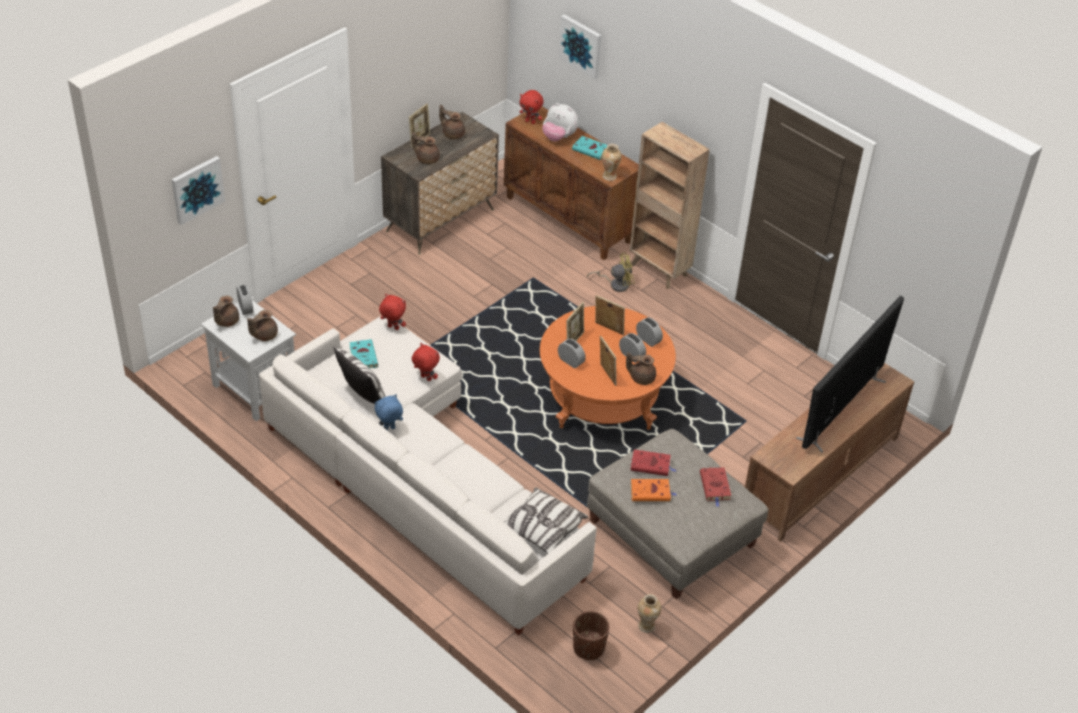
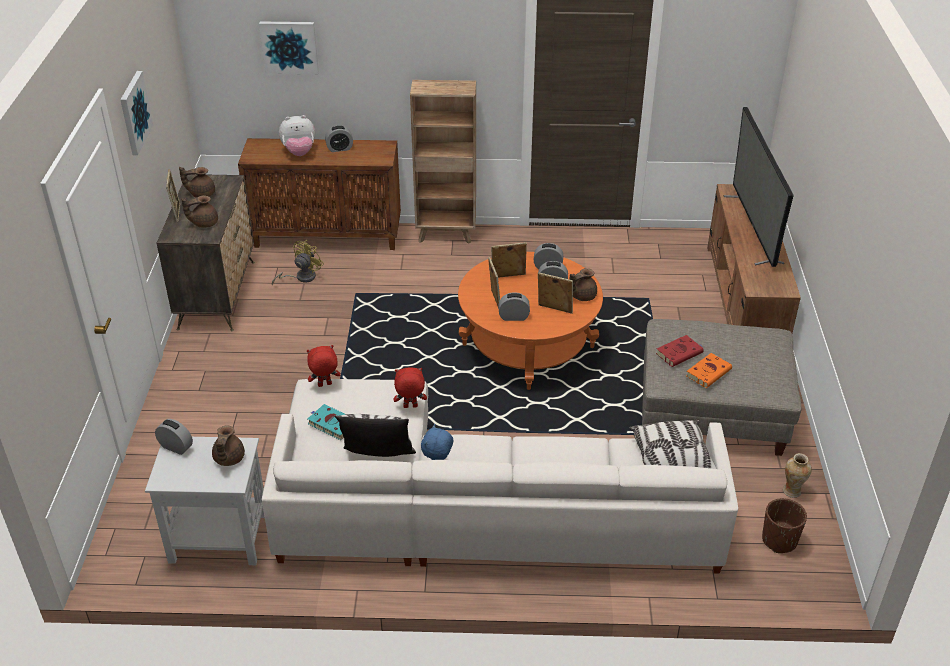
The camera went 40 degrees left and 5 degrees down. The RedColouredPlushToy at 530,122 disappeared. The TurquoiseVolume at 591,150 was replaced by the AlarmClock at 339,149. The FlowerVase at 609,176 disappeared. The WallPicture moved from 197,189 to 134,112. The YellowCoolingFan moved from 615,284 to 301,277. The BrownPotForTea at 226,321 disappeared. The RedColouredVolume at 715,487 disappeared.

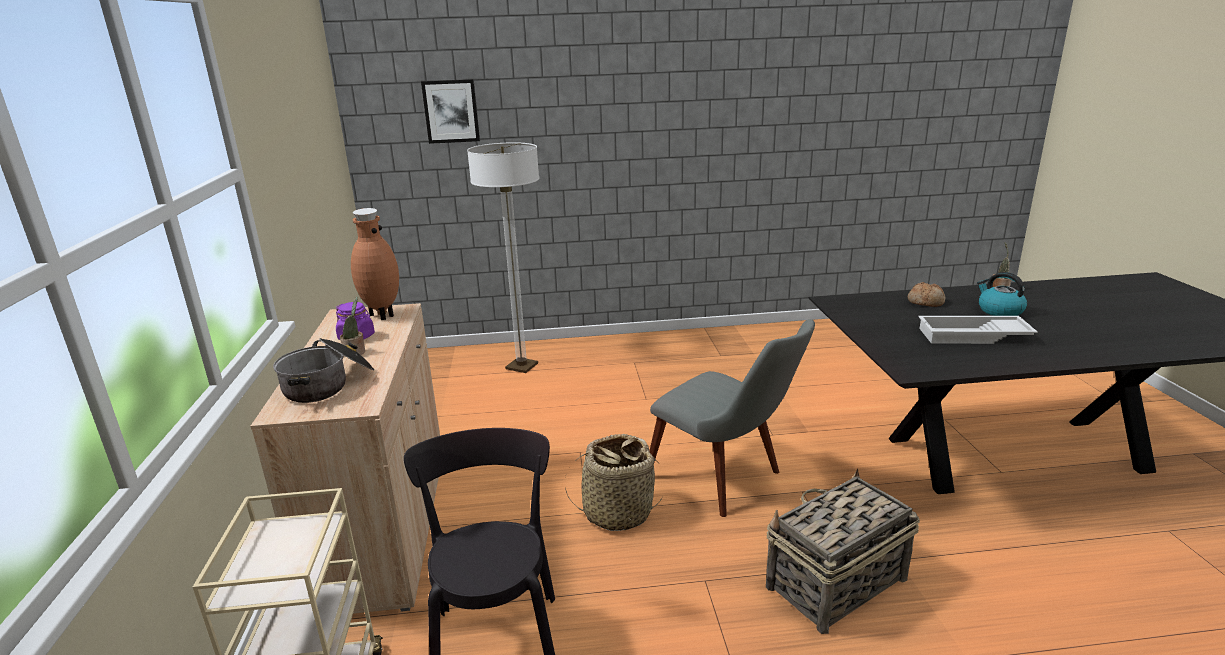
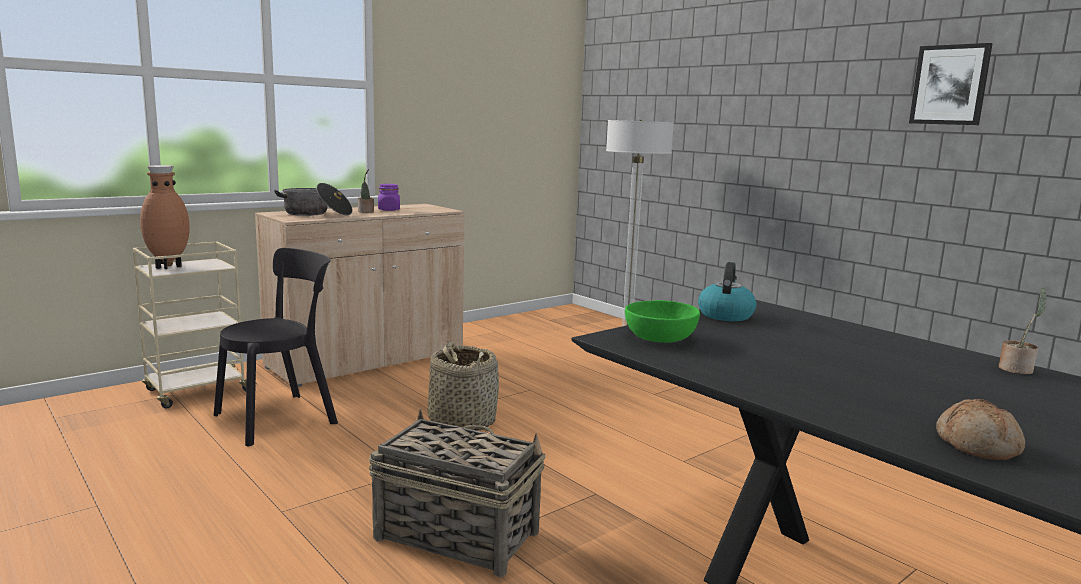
The camera went 55 degrees right and 10 degrees down. The WallPicture moved from 451,111 to 950,85. The BrownFlowerVase moved from 381,315 to 168,266. The Kettle moved from 999,311 to 725,315. The BakeryBread moved from 926,302 to 978,445. The WhiteColouredServingTray at 973,336 disappeared. The GreyishChair at 727,480 disappeared. The GreenColouredDeepDish at 660,337 appeared.

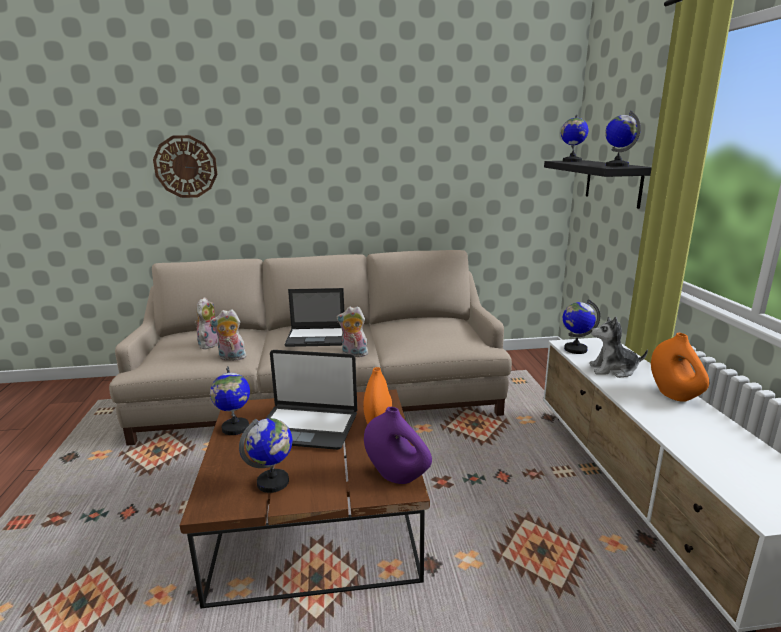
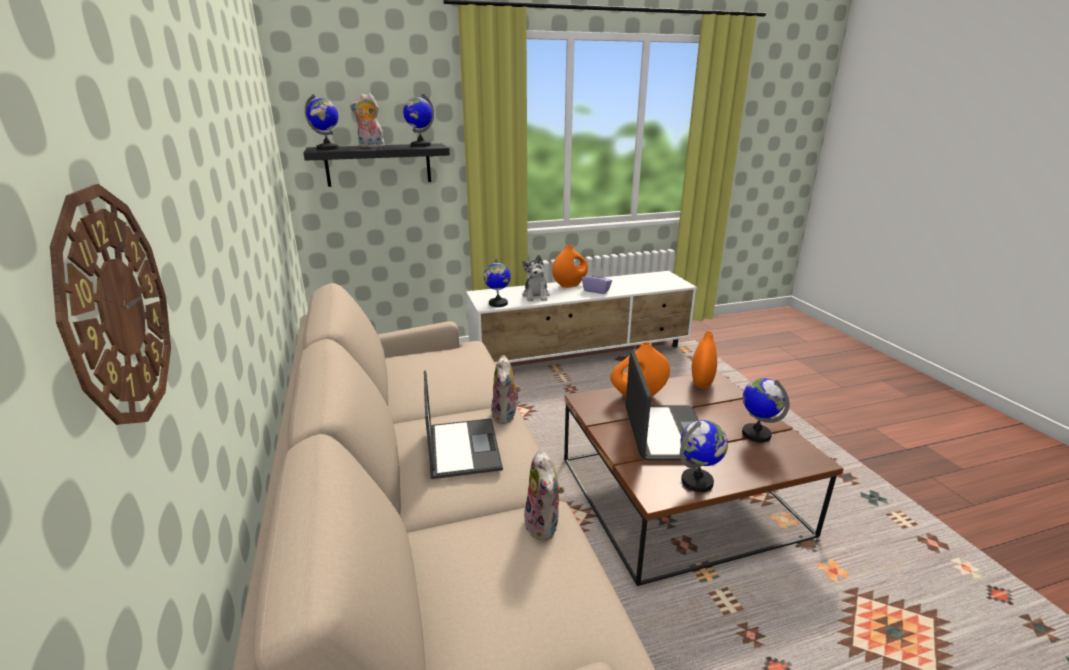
The camera went 100 degrees left and 5 degrees up. The PlushToy moved from 208,344 to 370,147. The PurpleFlowerVase at 397,476 became the OrangeyFlowerVase at 701,382. The PurpleTissueBox at 596,290 appeared.

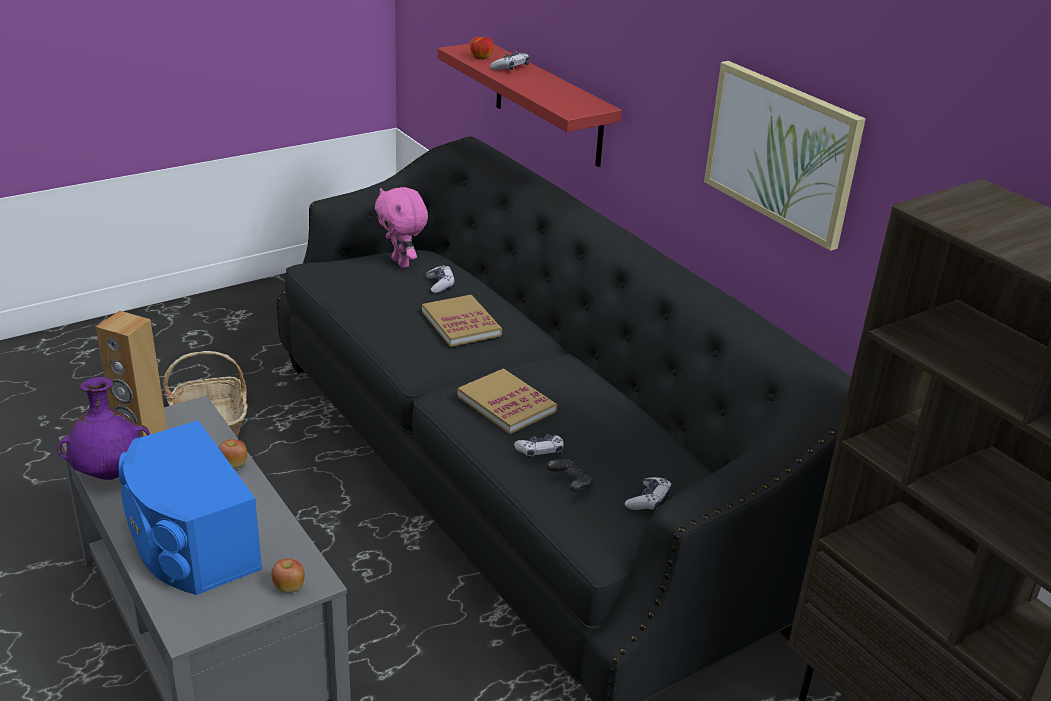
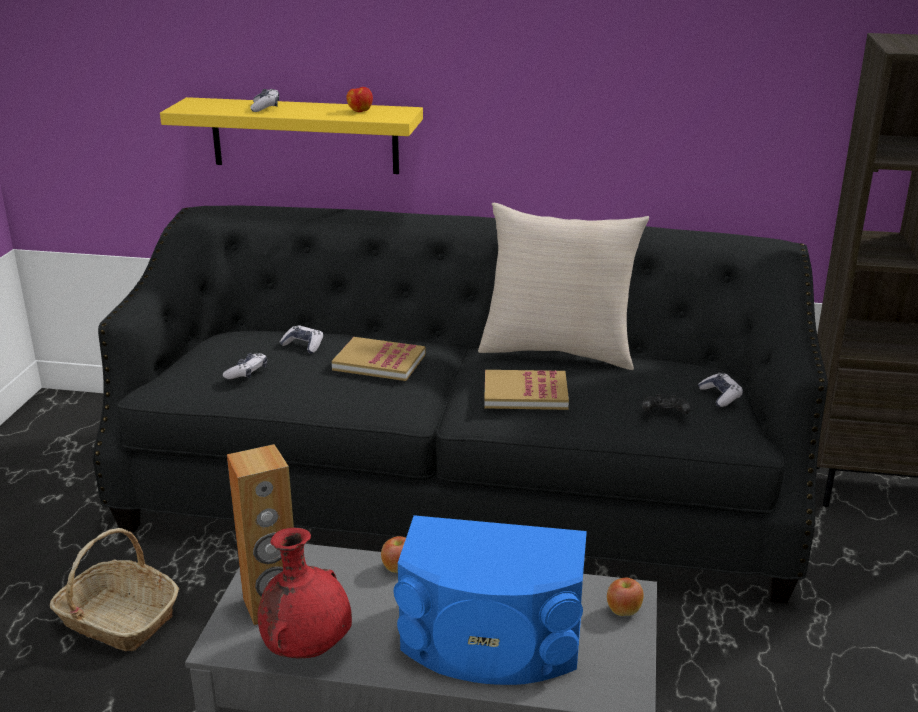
The camera went 45 degrees left and 5 degrees down. The WholeApple moved from 481,58 to 360,111. The RedColouredBracketShelf at 548,104 became the YellowBracketShelf at 304,135. The WallPicture at 781,152 disappeared. The PinkColouredPlushToy at 402,263 disappeared. The PurpleFlowerVase at 111,473 became the RedColouredFlowerVase at 308,649. The GameController moved from 540,452 to 247,373. The SandColouredThrowPillow at 558,351 appeared.

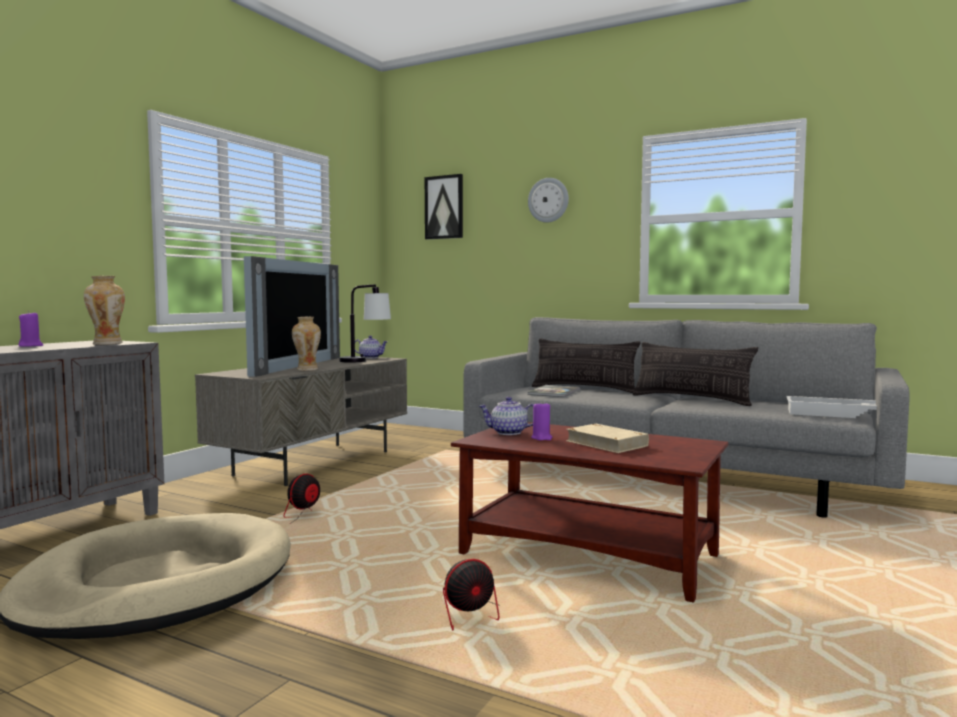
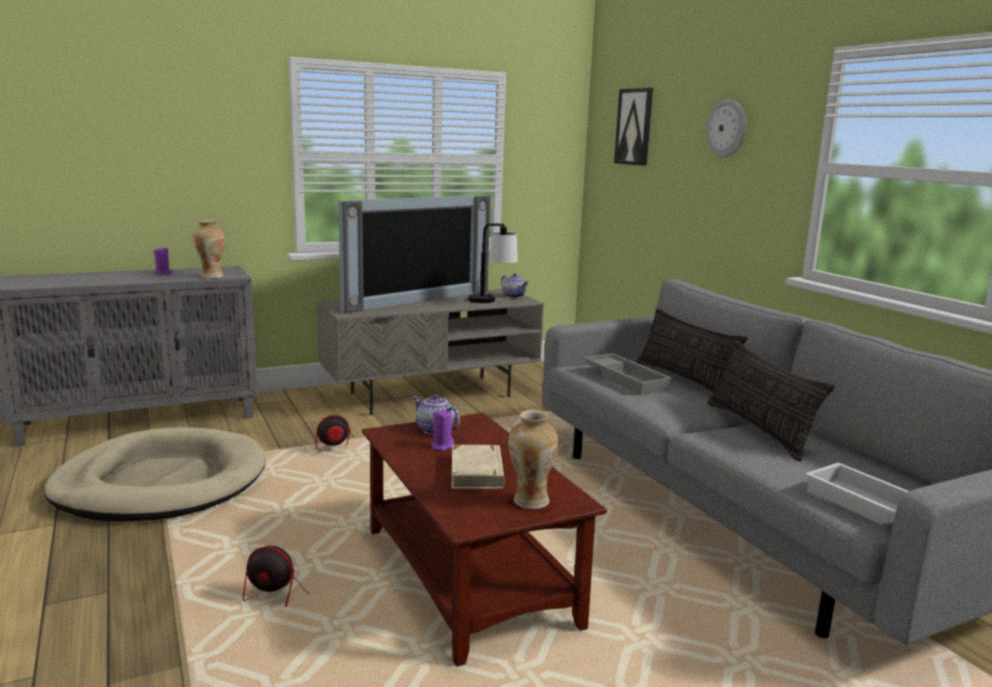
The camera went 35 degrees right and 10 degrees up. The FlowerVase moved from 307,369 to 530,501. The Volume at 554,392 was replaced by the GreyishServingTray at 627,379.

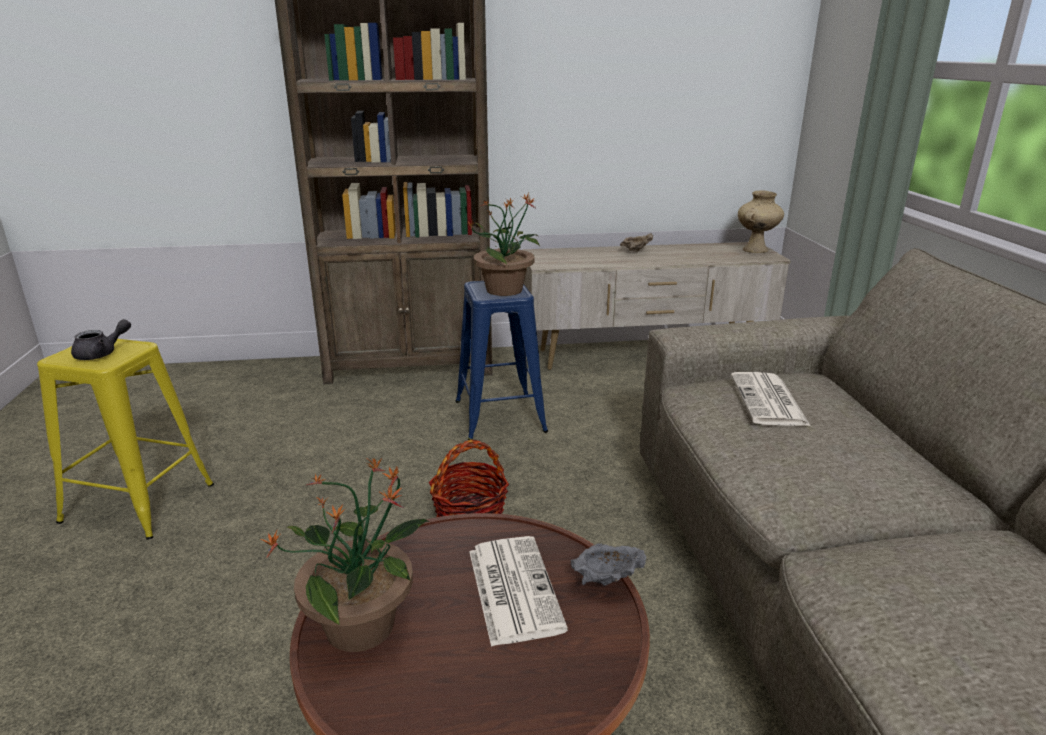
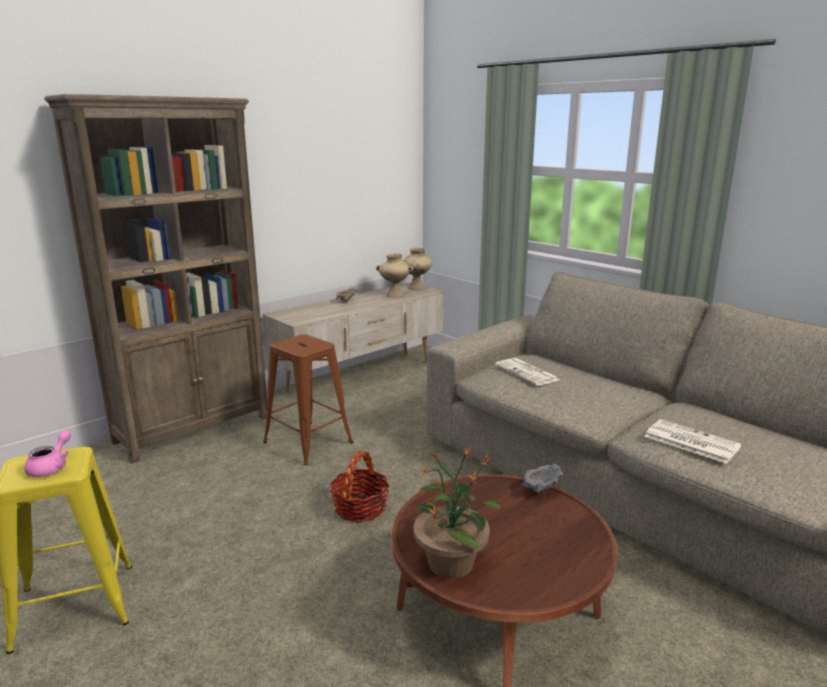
The camera went 35 degrees left and 5 degrees down. The Houseplant at 505,290 disappeared. The BlueSittingStool at 500,416 became the BrownSittingStool at 308,442. The GreyishPotForTea at 102,354 became the PinkColouredPotForTea at 52,467. The Newspaper moved from 513,588 to 690,441. The SandColouredFlowerVase at 394,295 appeared.

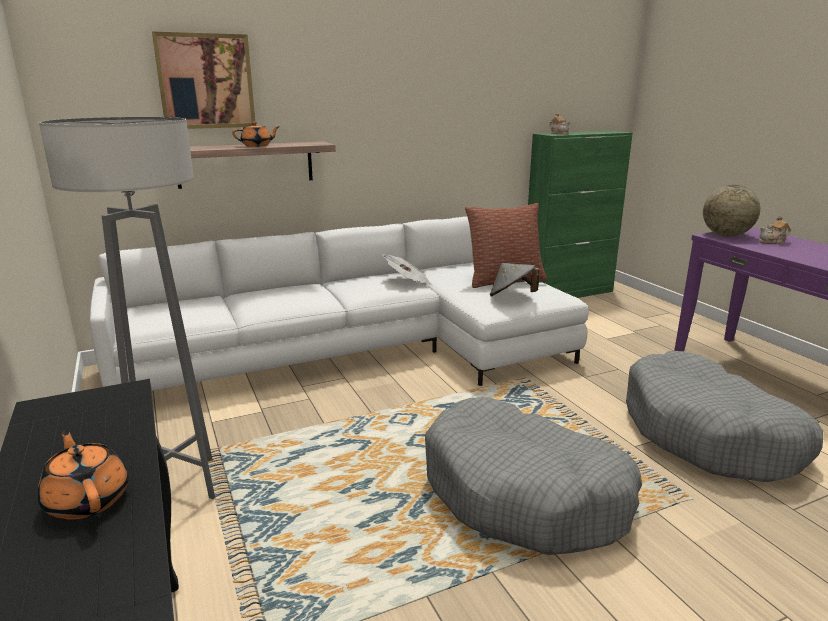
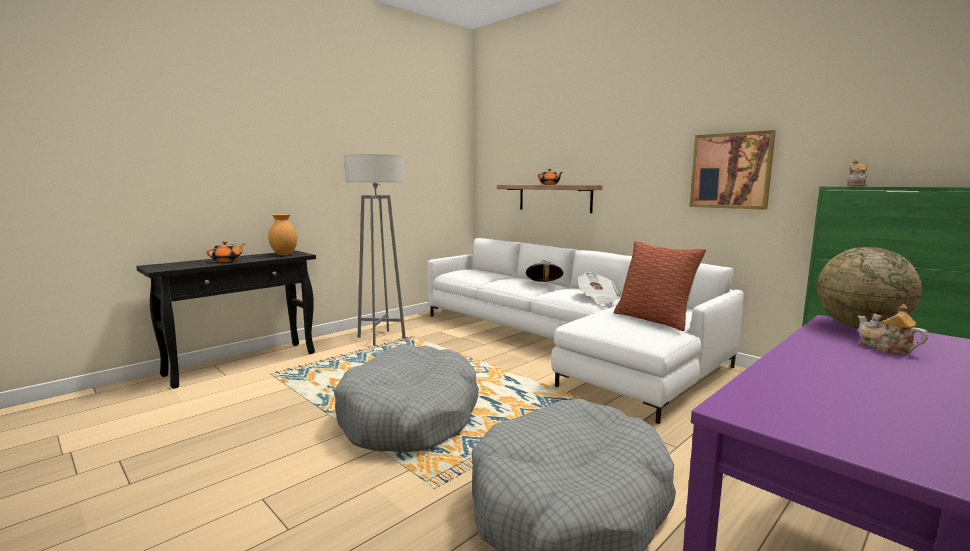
The camera went 70 degrees right and 10 degrees down. The WallPicture moved from 206,81 to 730,171. The GreyishWearableHat moved from 511,296 to 543,284. The BrownFlowerVase at 284,254 appeared.

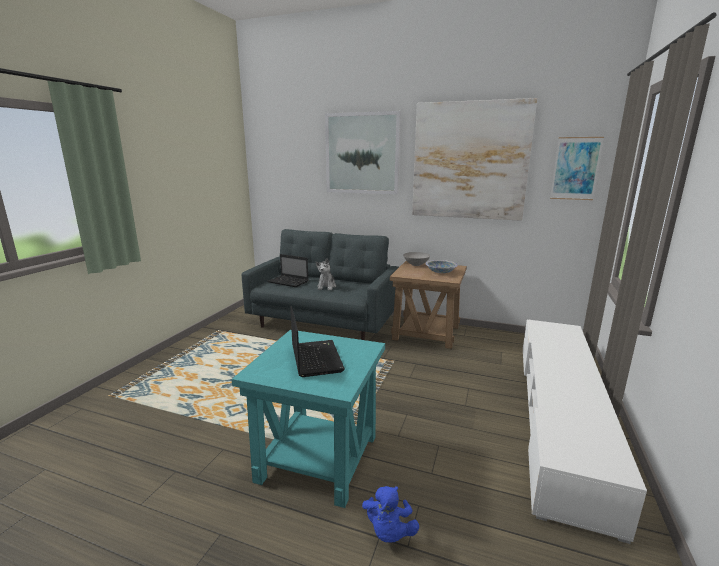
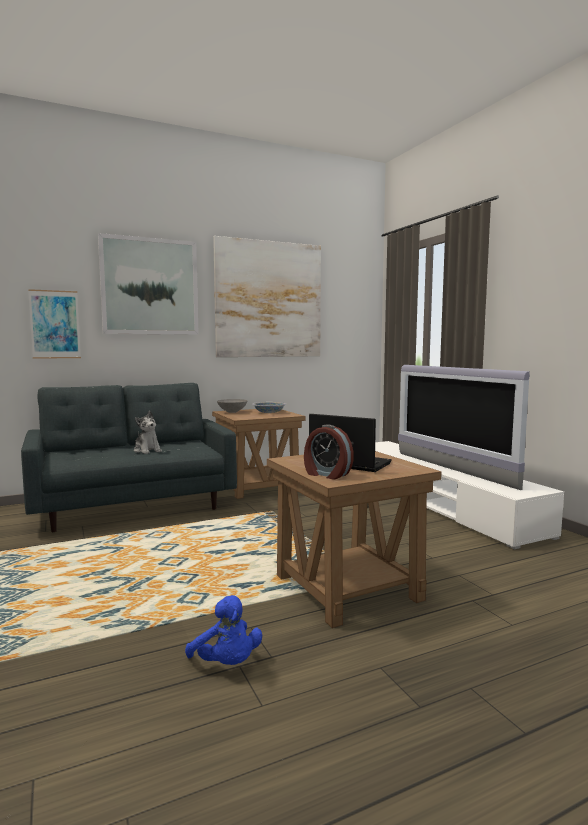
The camera went 45 degrees left and 10 degrees down. The WallPicture moved from 575,168 to 55,324. The NotebookComputer at 289,282 disappeared. The TurquoiseEndTable at 319,459 became the BrownEndTable at 348,588. The BluePlushToy moved from 389,532 to 226,664. The Television at 451,469 appeared. The AlarmClock at 326,474 appeared.

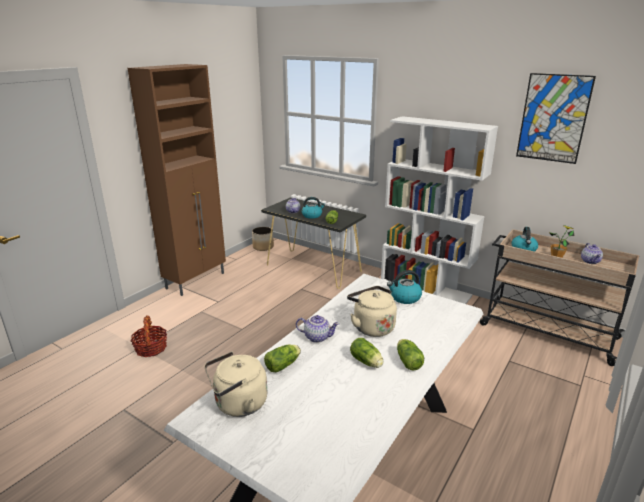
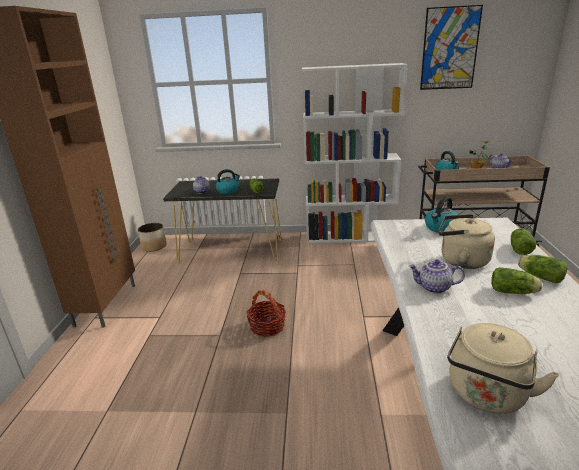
The camera went 30 degrees left and 0 degrees up. The Basket moved from 151,348 to 267,327. The PotForTea at 317,337 turned 150 degrees counterclockwise. The HeadOfLettuce moved from 284,365 to 519,248.

